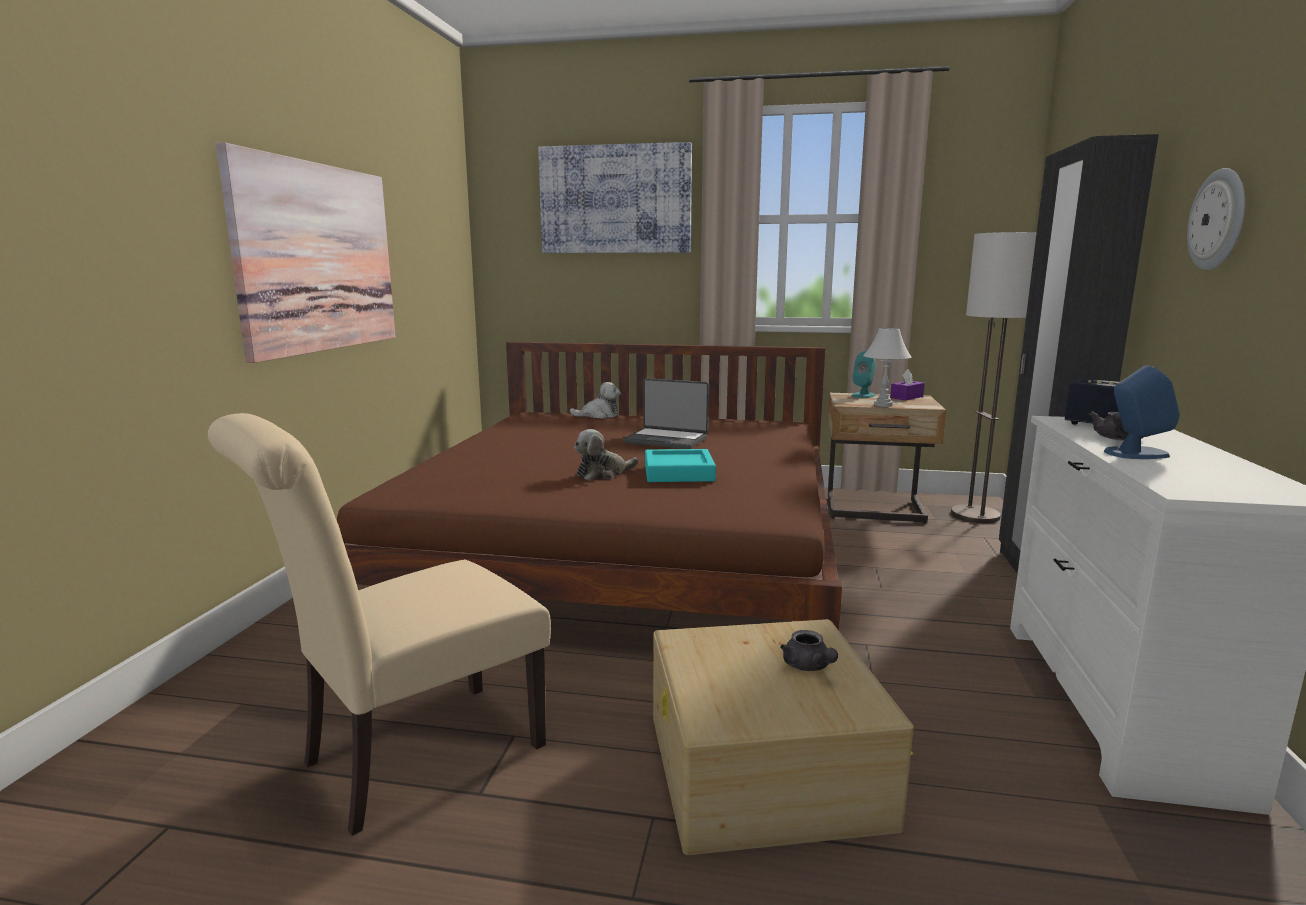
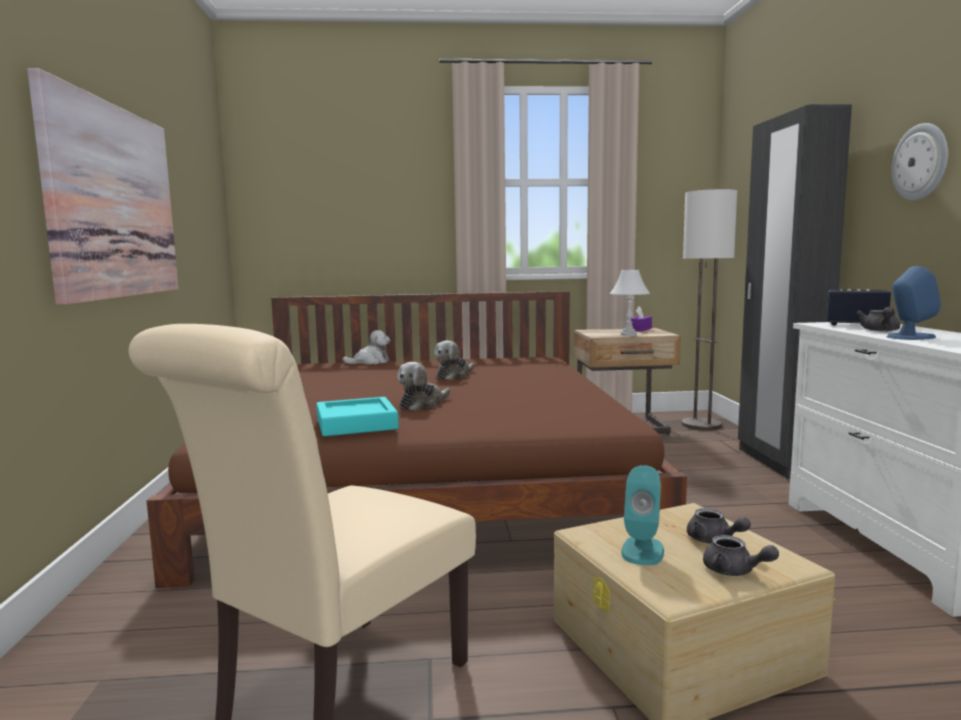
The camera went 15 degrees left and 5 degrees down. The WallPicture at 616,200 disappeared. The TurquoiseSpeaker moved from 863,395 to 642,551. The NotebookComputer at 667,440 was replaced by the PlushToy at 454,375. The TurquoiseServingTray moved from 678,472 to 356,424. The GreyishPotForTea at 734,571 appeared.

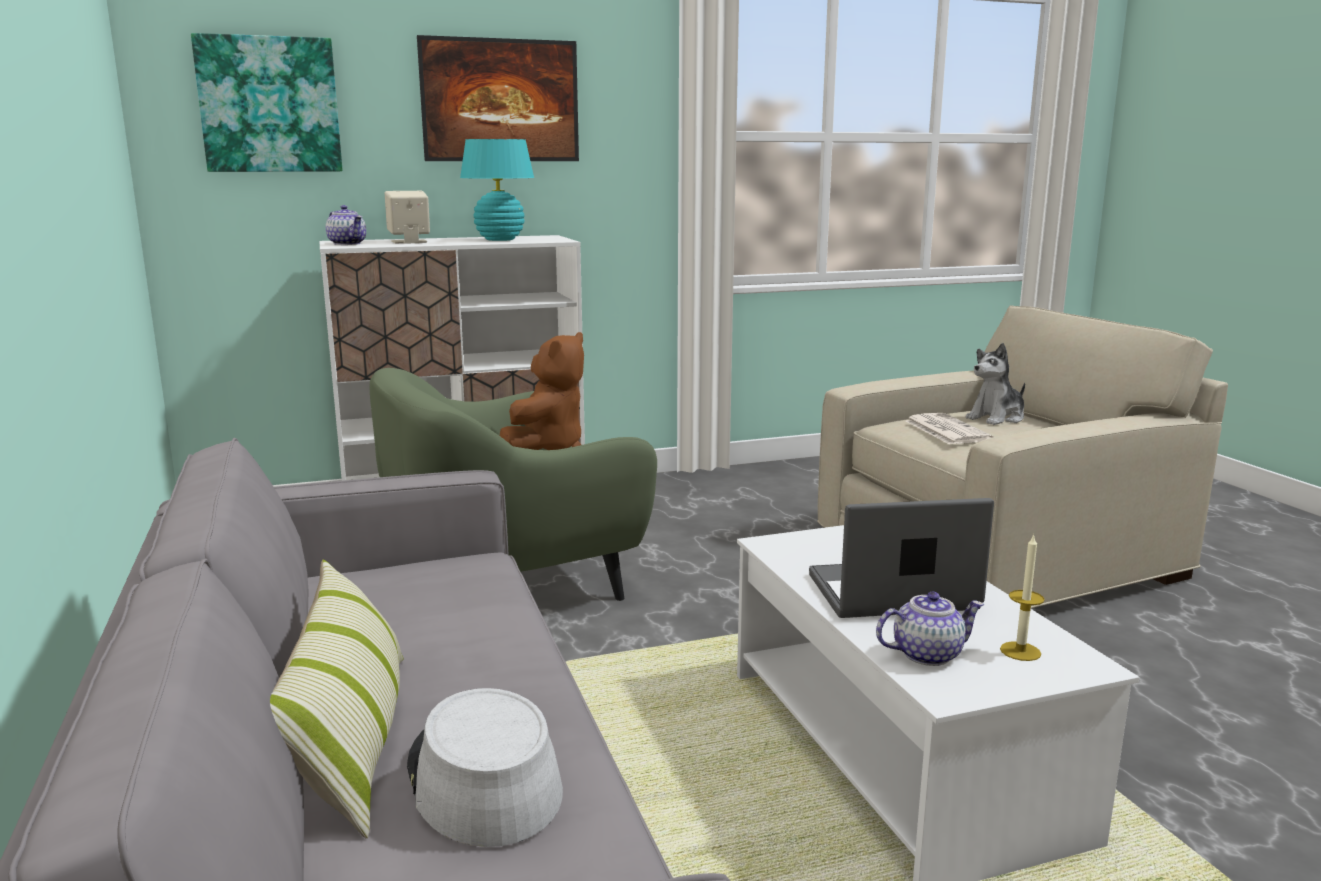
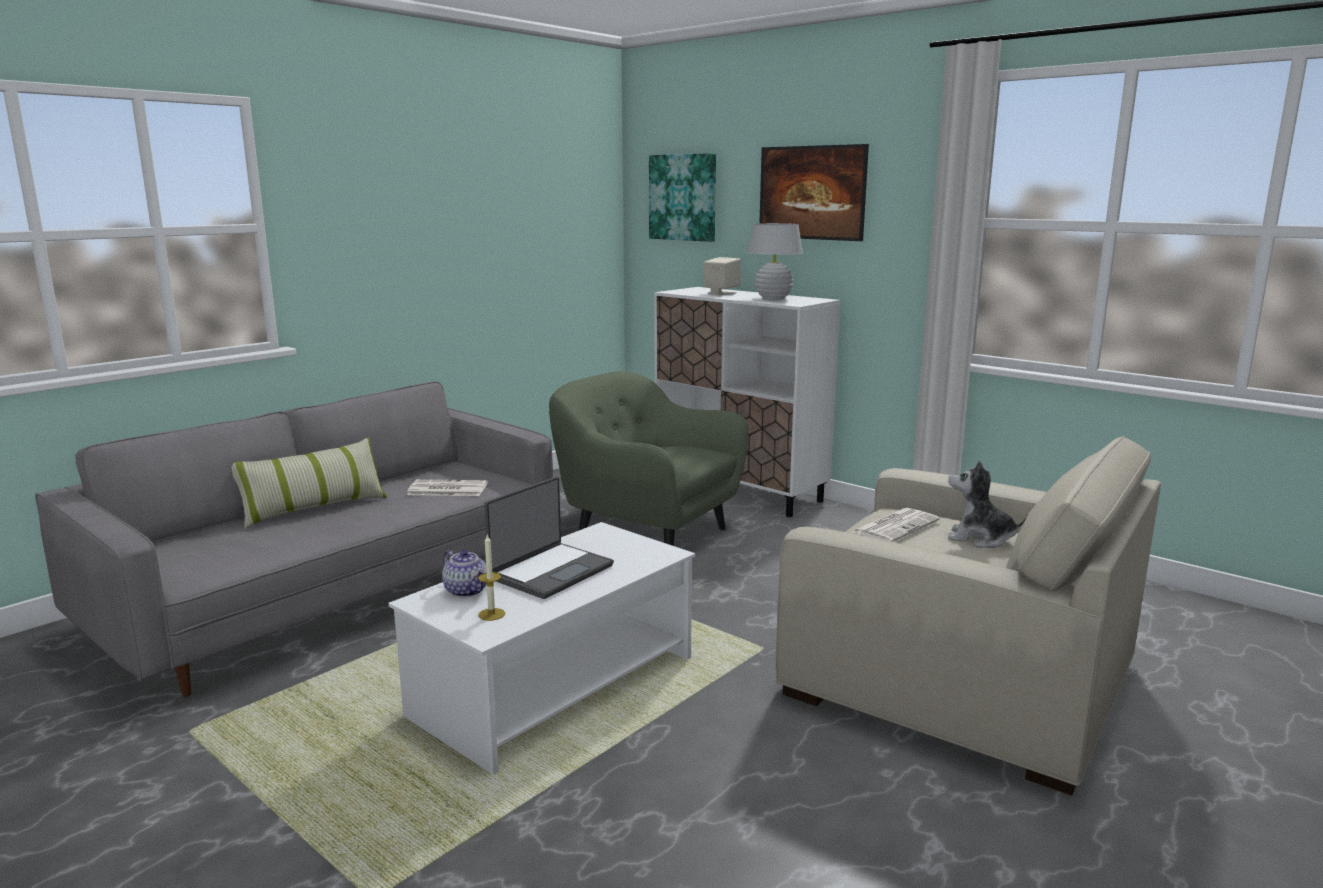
The camera went 60 degrees right and 0 degrees up. The TurquoiseTabletopLamp at 499,239 became the WhiteColouredTabletopLamp at 773,298. The PotForTea at 348,244 disappeared. The BrownPlushToy at 546,447 disappeared. The NotebookComputer at 893,594 turned 75 degrees clockwise. The GreyishWearableHat at 482,779 disappeared. The Newspaper at 446,489 appeared.

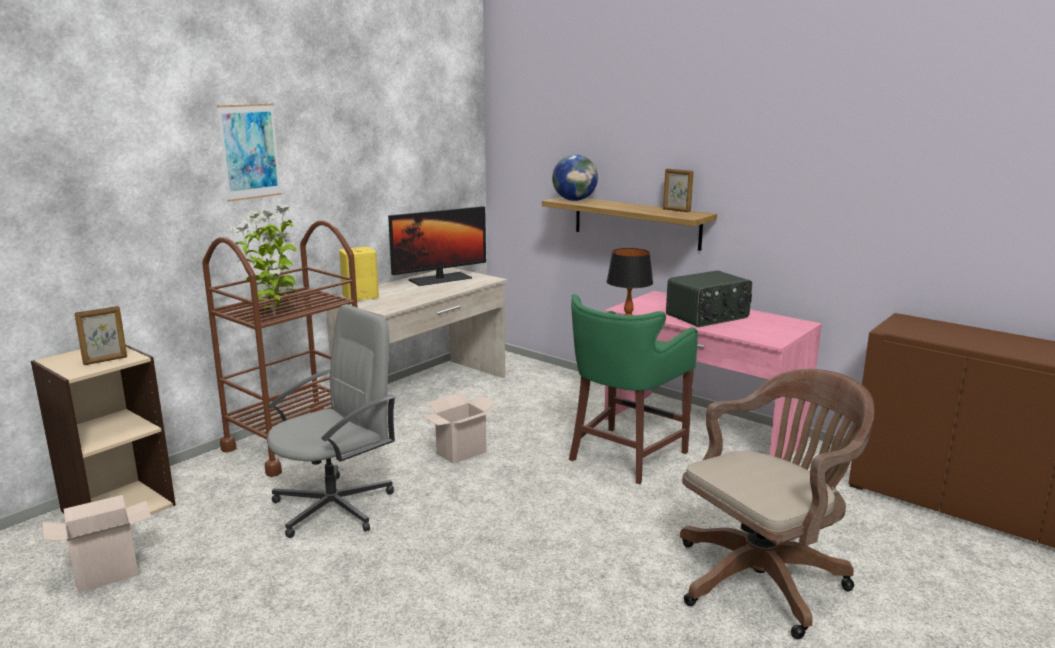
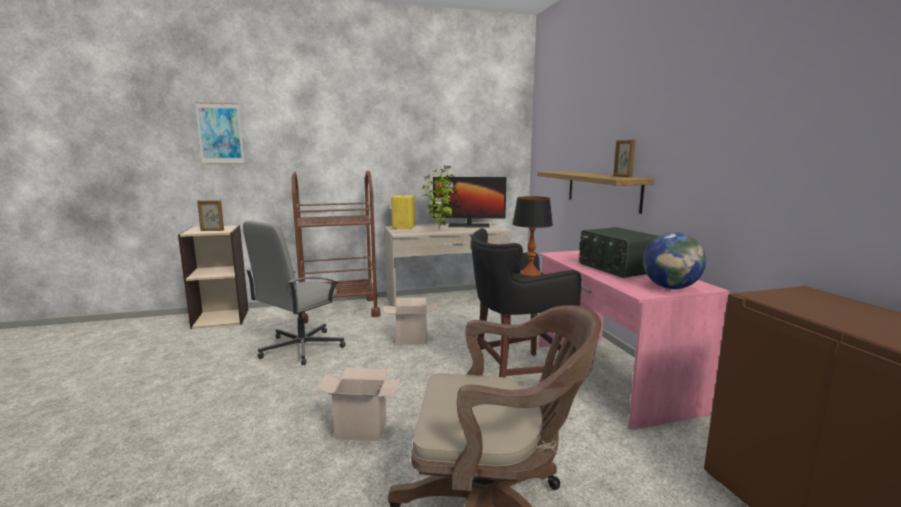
The camera went 35 degrees right and 5 degrees down. The WallPicture moved from 250,151 to 220,133. The Globe moved from 574,200 to 670,287. The Houseplant moved from 275,316 to 439,230. The Radio at 708,316 turned 60 degrees clockwise. The GreenColouredSittingStool at 624,456 became the BlackishSittingStool at 516,375. The GreyishOfficeChair at 335,506 turned 135 degrees clockwise. The Carton moved from 108,572 to 363,429.

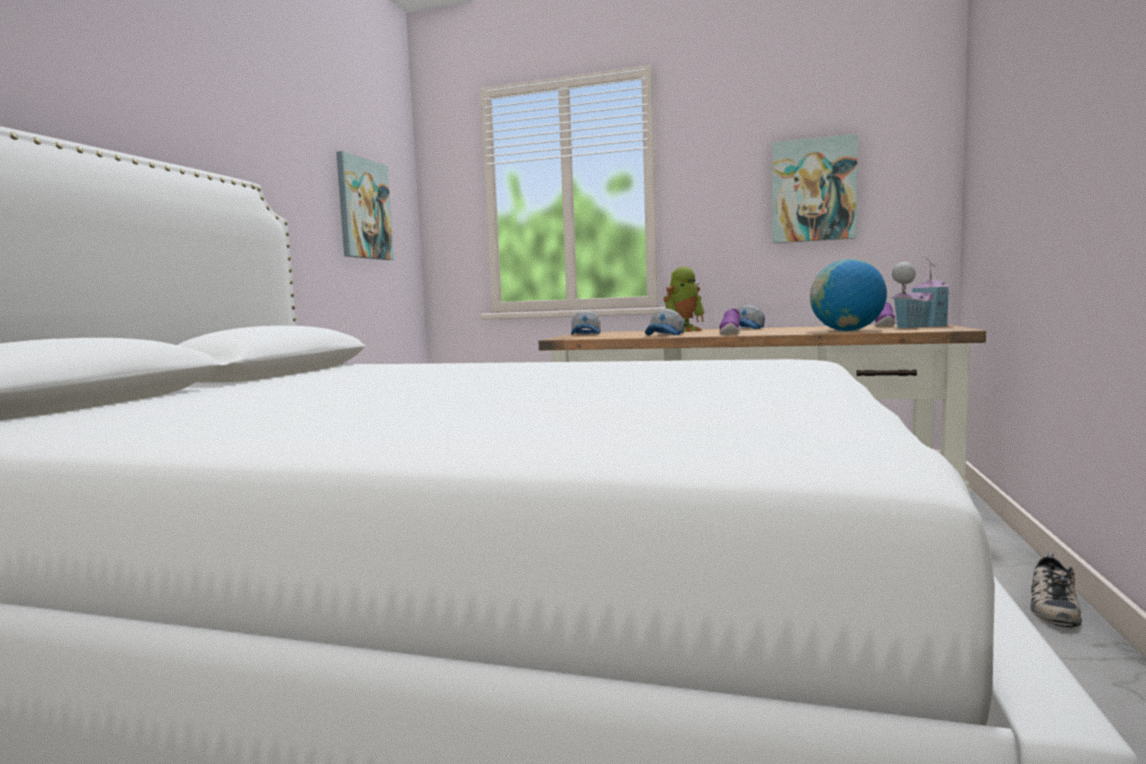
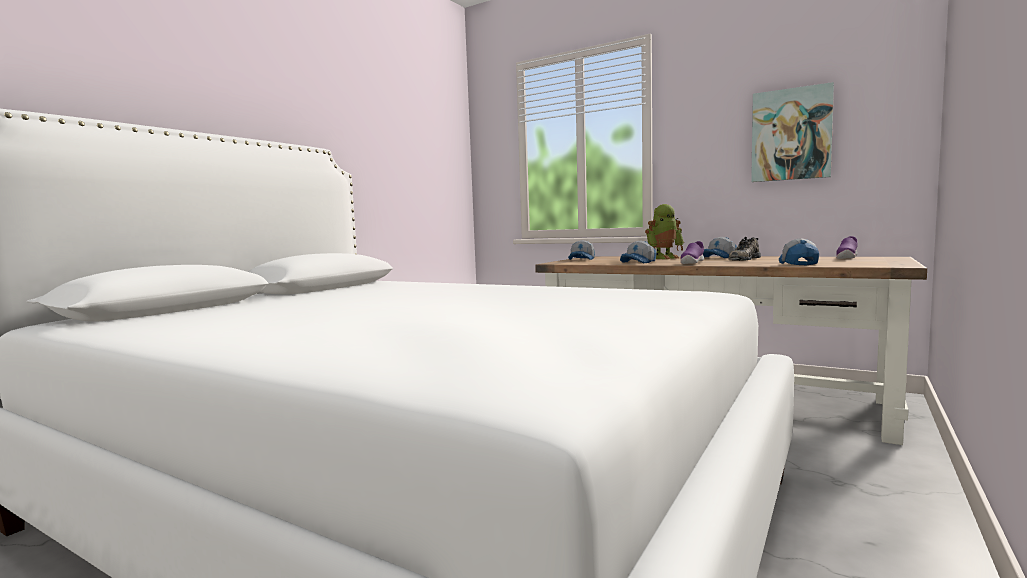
The camera went 15 degrees right and 0 degrees up. The WallPicture at 363,209 disappeared. The ModelHouse at 919,326 disappeared. The Globe at 847,330 was replaced by the Cap at 797,263. The Shoe moved from 1051,605 to 743,258.

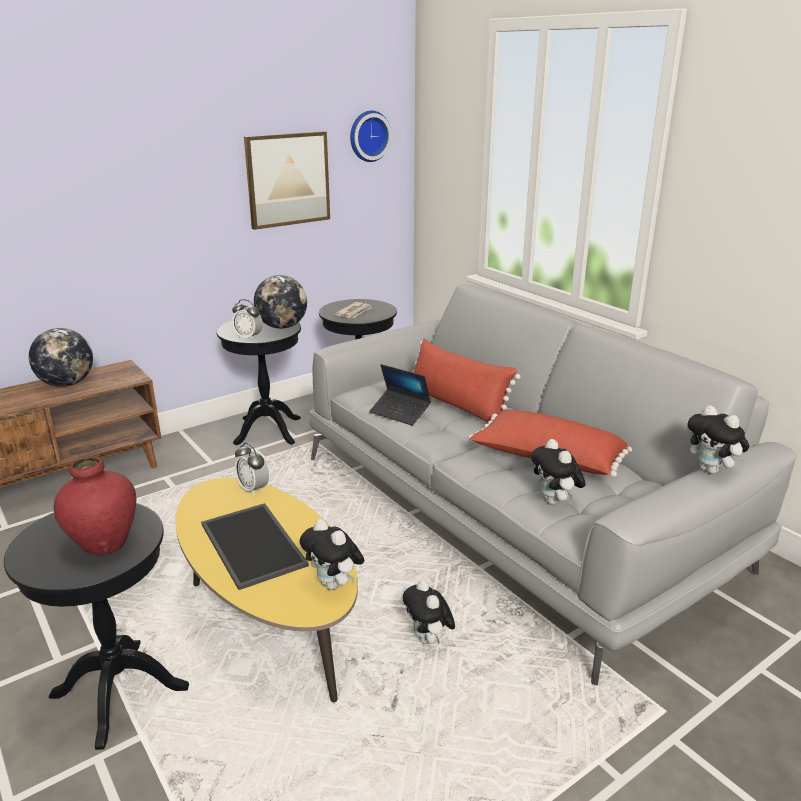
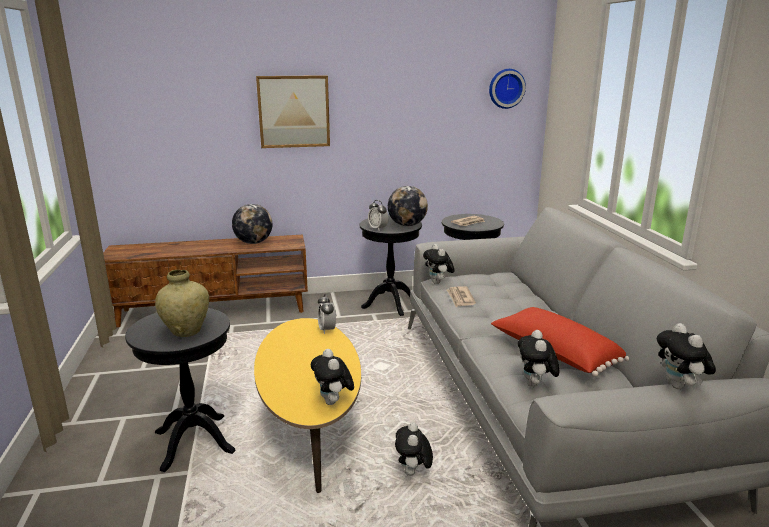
The camera went 25 degrees right and 5 degrees down. The WallPicture moved from 287,179 to 294,111. The RedColouredThrowPillow at 457,405 disappeared. The NotebookComputer at 400,412 was replaced by the Newspaper at 460,298. The RedColouredFlowerVase at 104,543 became the SandColouredFlowerVase at 186,331. The ServingTray at 255,544 disappeared. The PlushToy at 438,282 appeared.

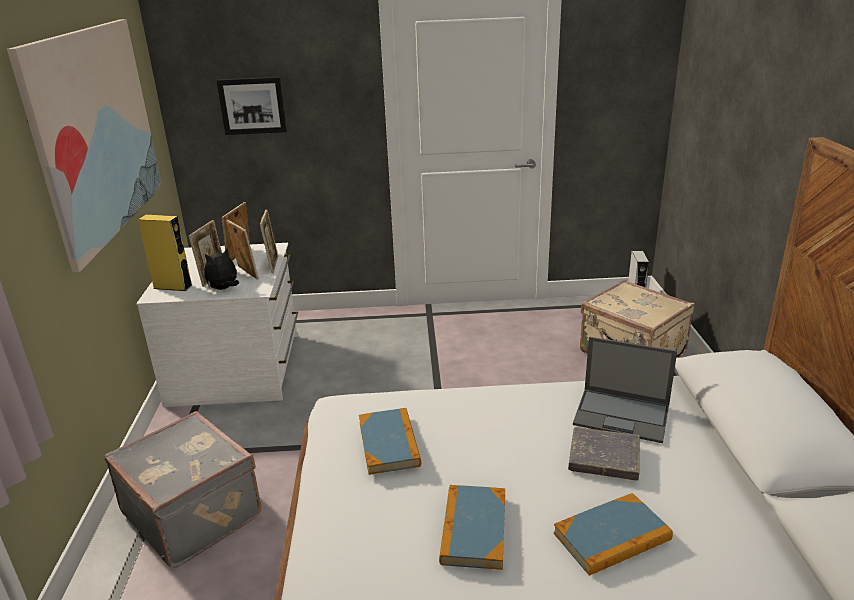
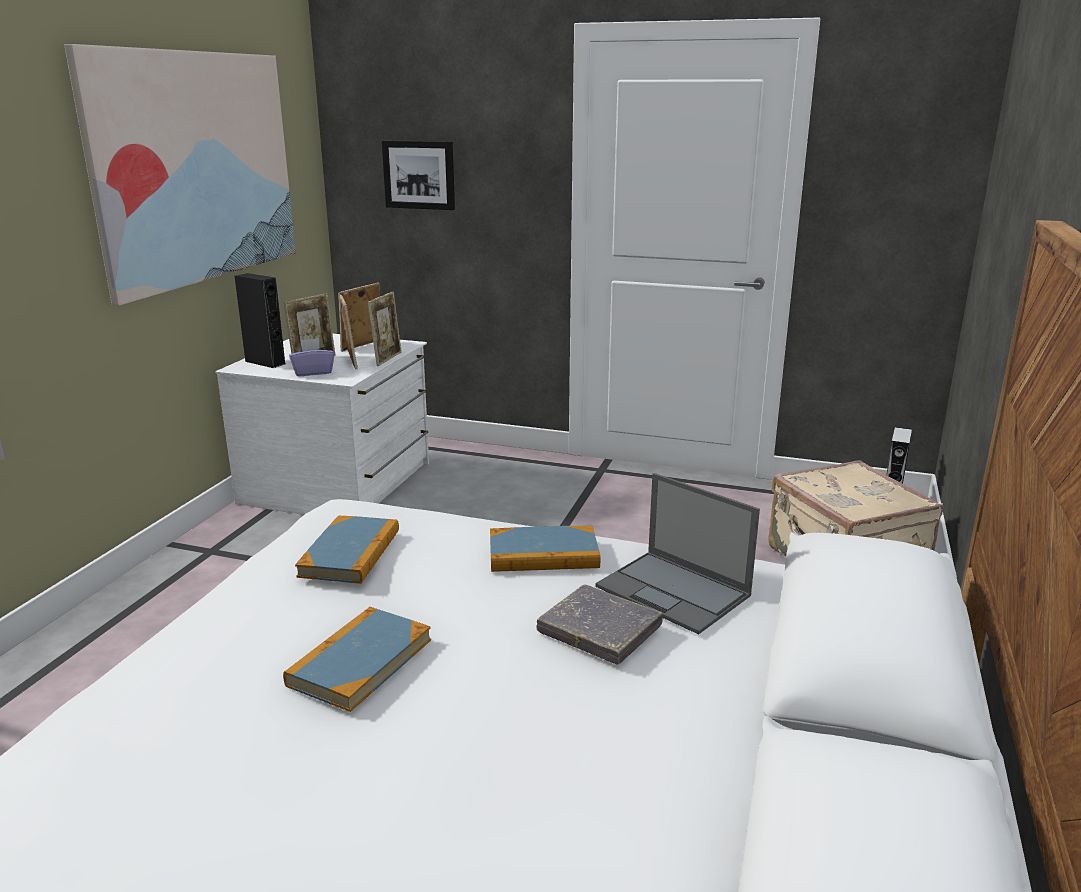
The camera went 20 degrees right and 5 degrees down. The YellowSpeaker at 173,286 became the BlackishSpeaker at 265,362. The PlushToy at 224,289 was replaced by the PurpleTissueBox at 313,372. The GreyishPieceOfLuggage at 194,513 disappeared. The Volume moved from 612,537 to 543,554.

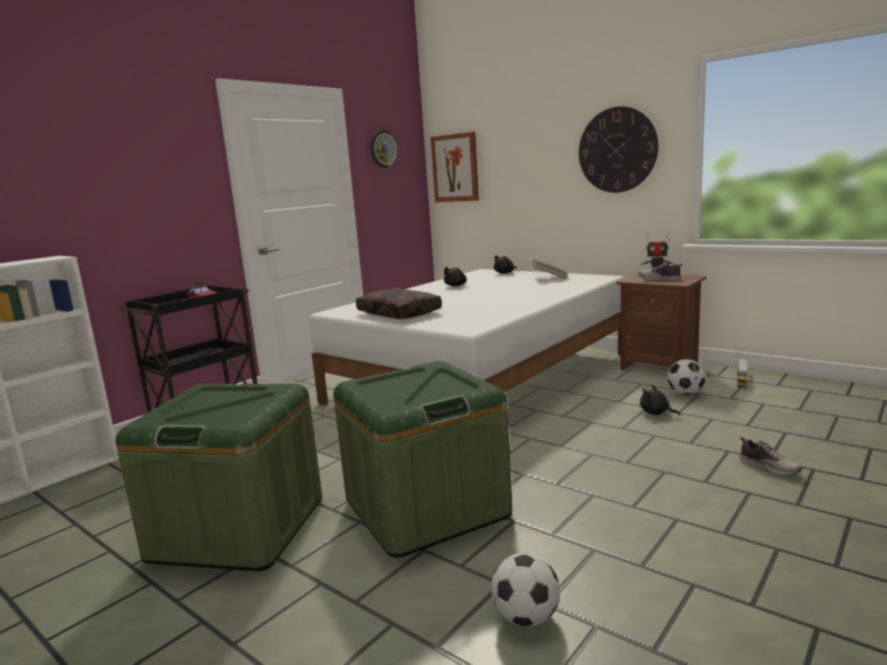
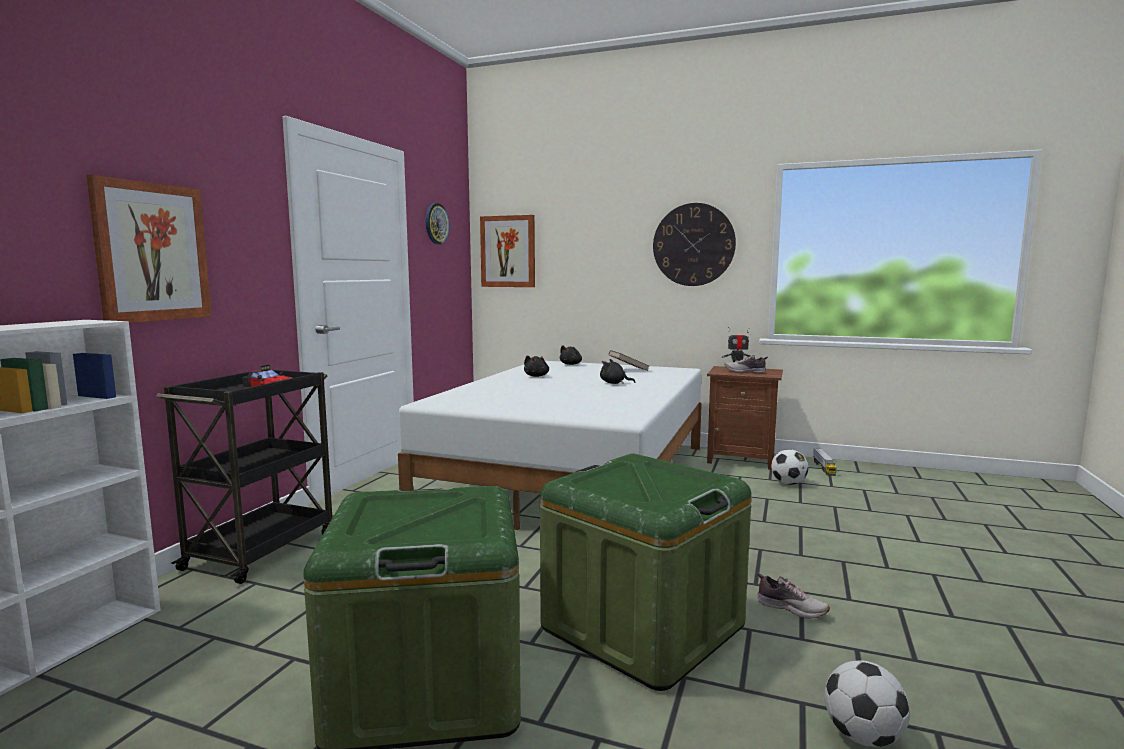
The camera went 20 degrees left and 5 degrees down. The BrownThrowPillow at 400,313 disappeared. The BlackishPlushToy moved from 656,413 to 614,383. The Shoe moved from 768,468 to 791,608. The WallPicture at 152,252 appeared.

